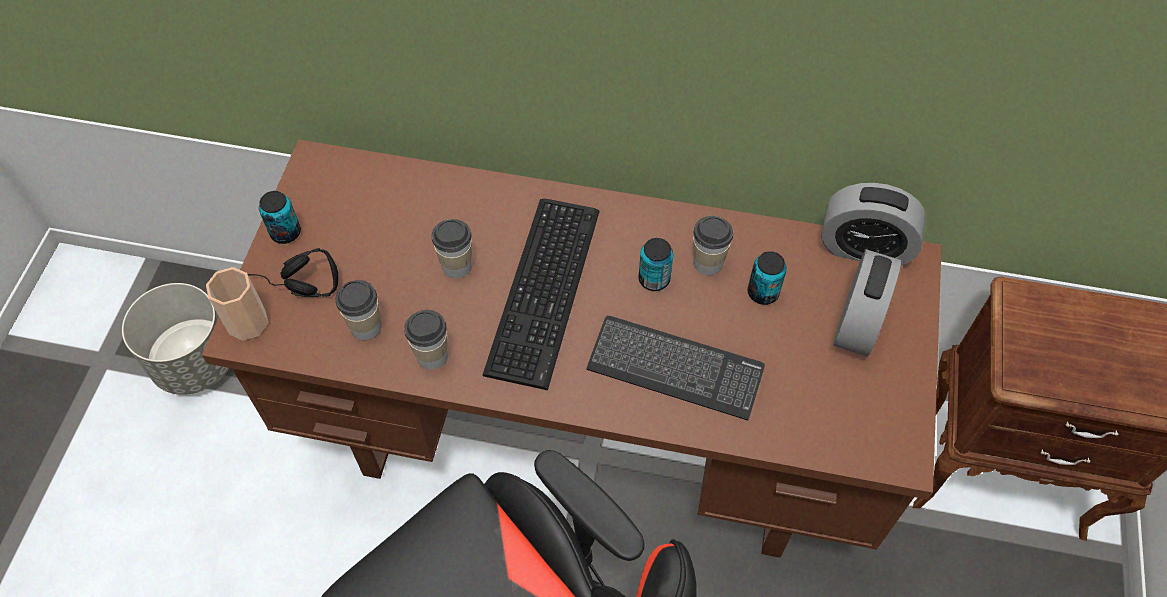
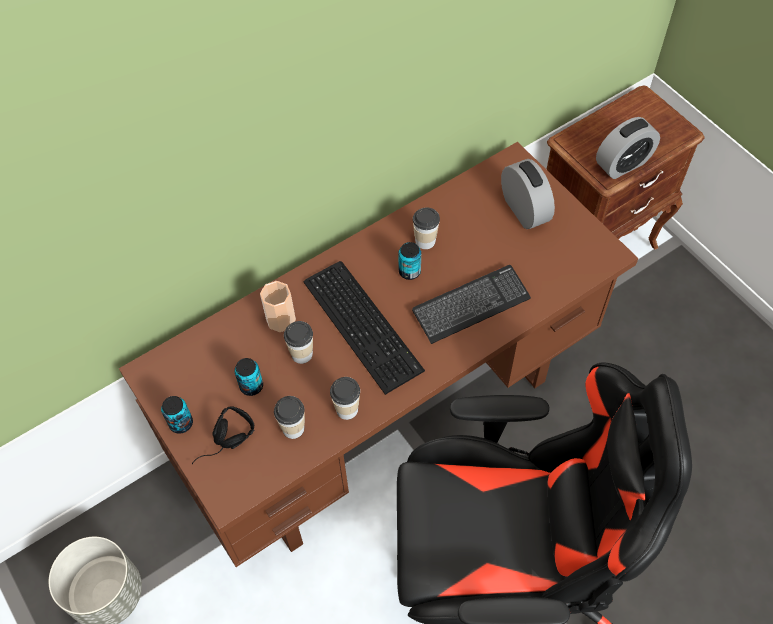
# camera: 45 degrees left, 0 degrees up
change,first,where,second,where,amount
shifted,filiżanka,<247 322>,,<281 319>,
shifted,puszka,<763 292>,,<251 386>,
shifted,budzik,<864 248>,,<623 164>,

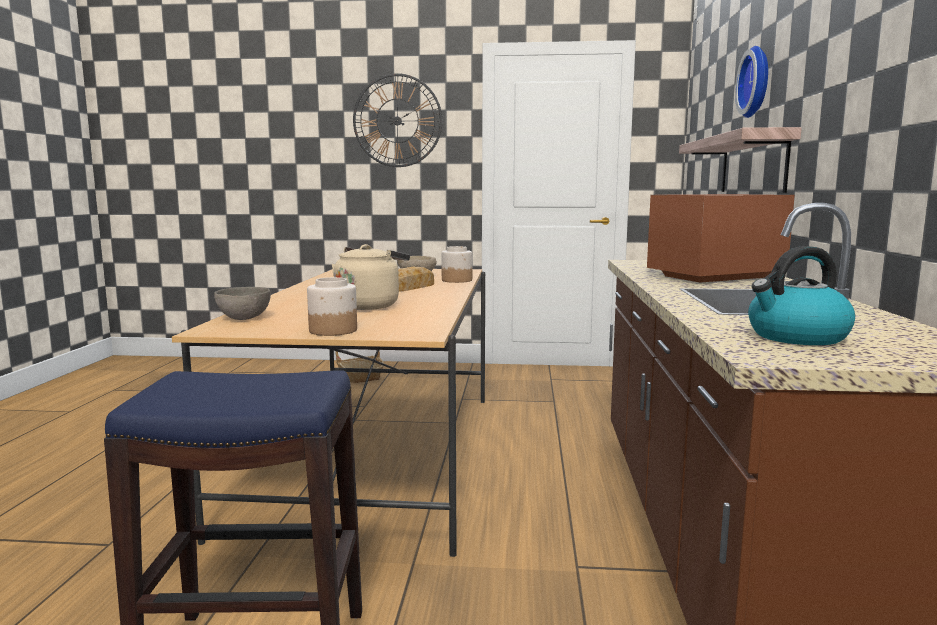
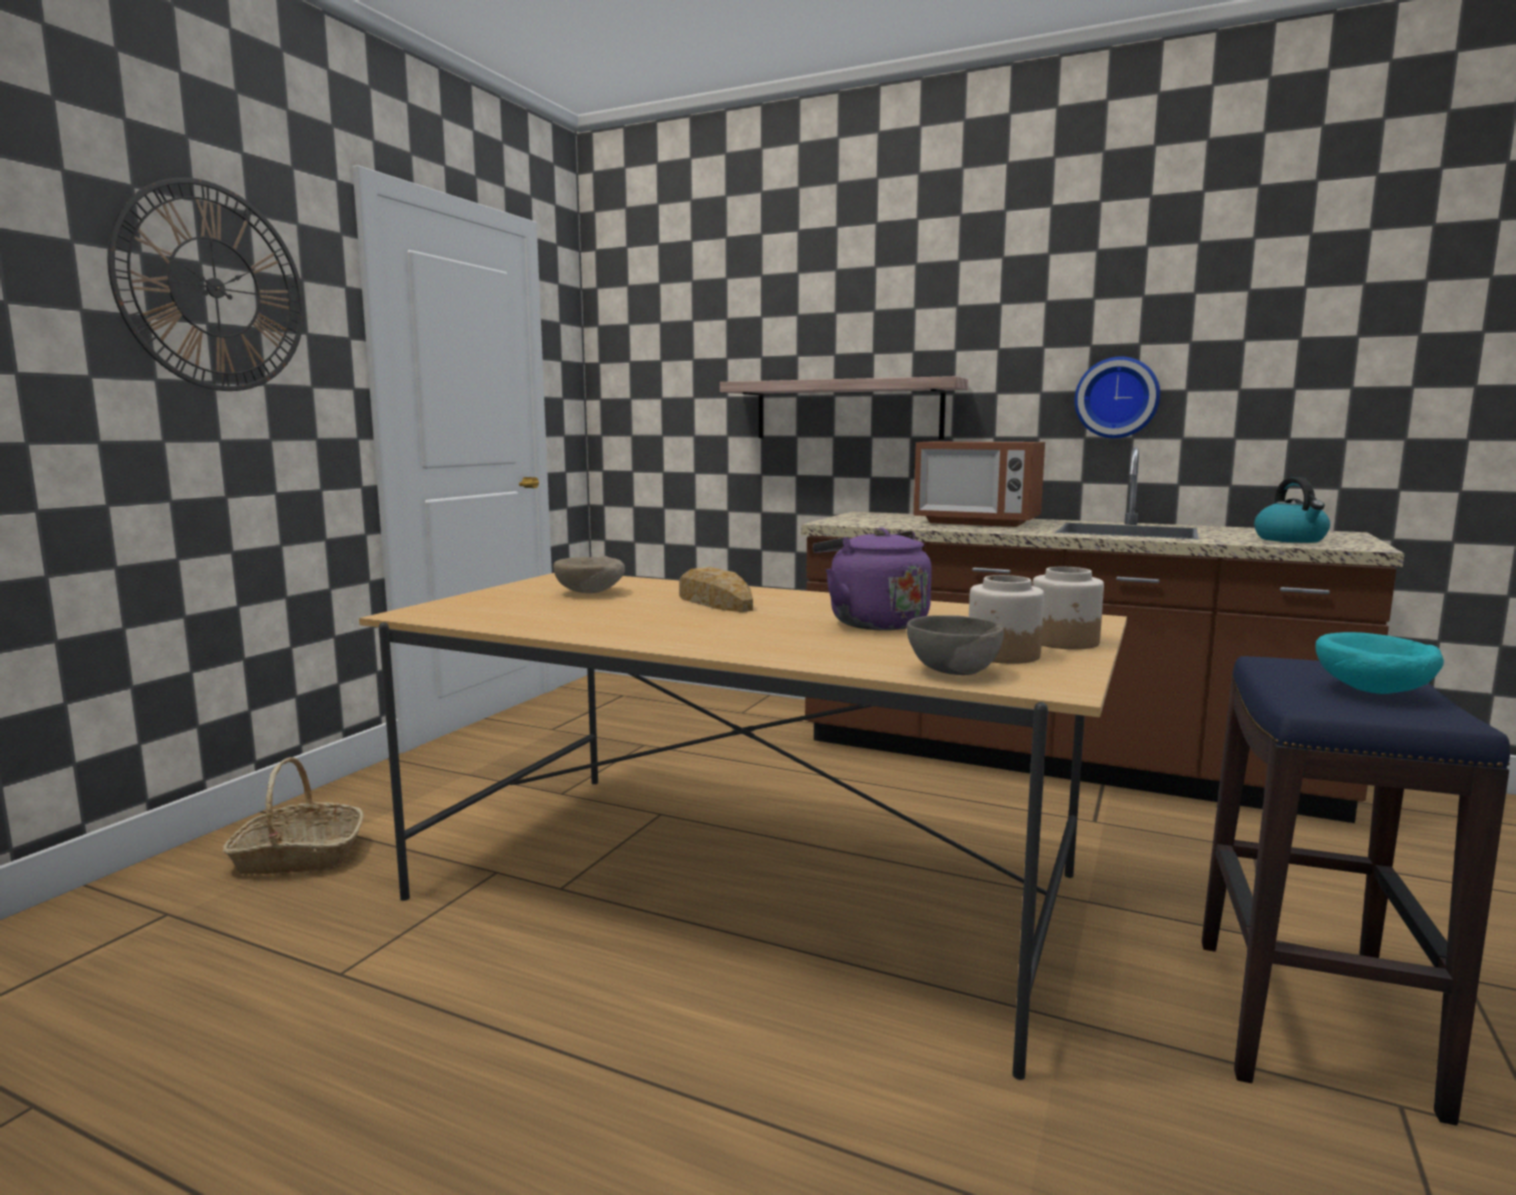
# camera: 70 degrees left, 0 degrees up
change,first,where,second,where,amount
new,,,miska [turkusowy],<1371 692>,
shifted,słoik,<457 280>,,<1002 655>,
shifted,zegar ścienny,<758 82>,,<1117 398>,
repainted,czajnik [beżowy],<369 305>,czajnik [fioletowy],<872 622>,
rotated,mikrofalówka,<715 276>,,<977 522>,60 degrees counterclockwise

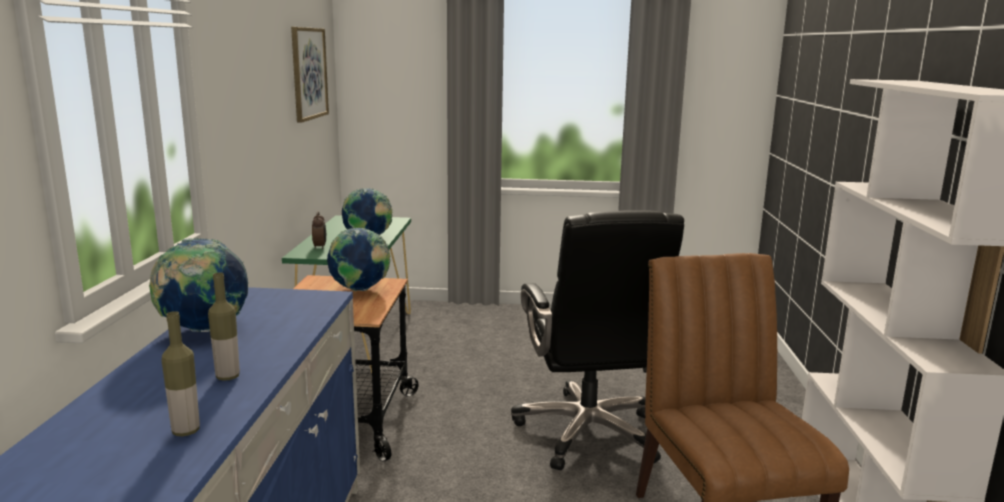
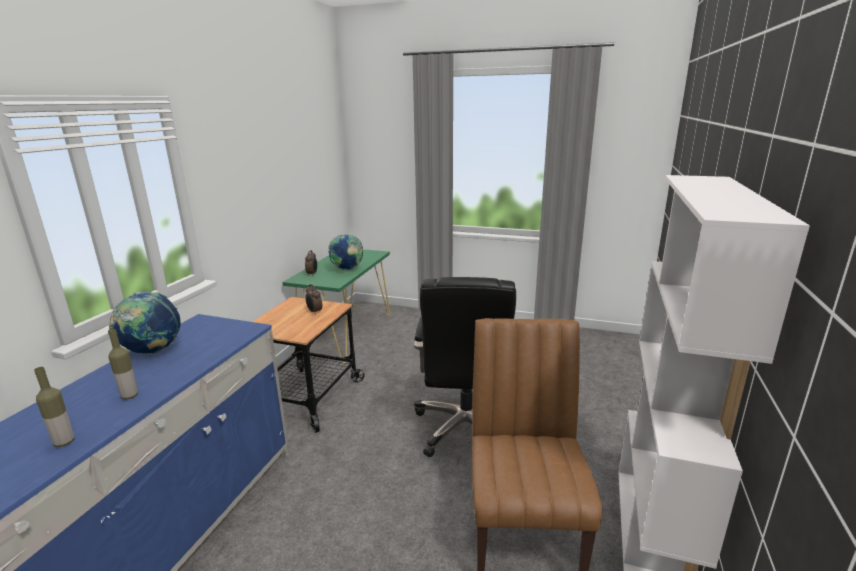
# camera: 15 degrees right, 5 degrees up
change,first,where,second,where,amount
gone,obraz,<308 73>,,,
swapped,globus,<360 290>,budzik,<314 312>,

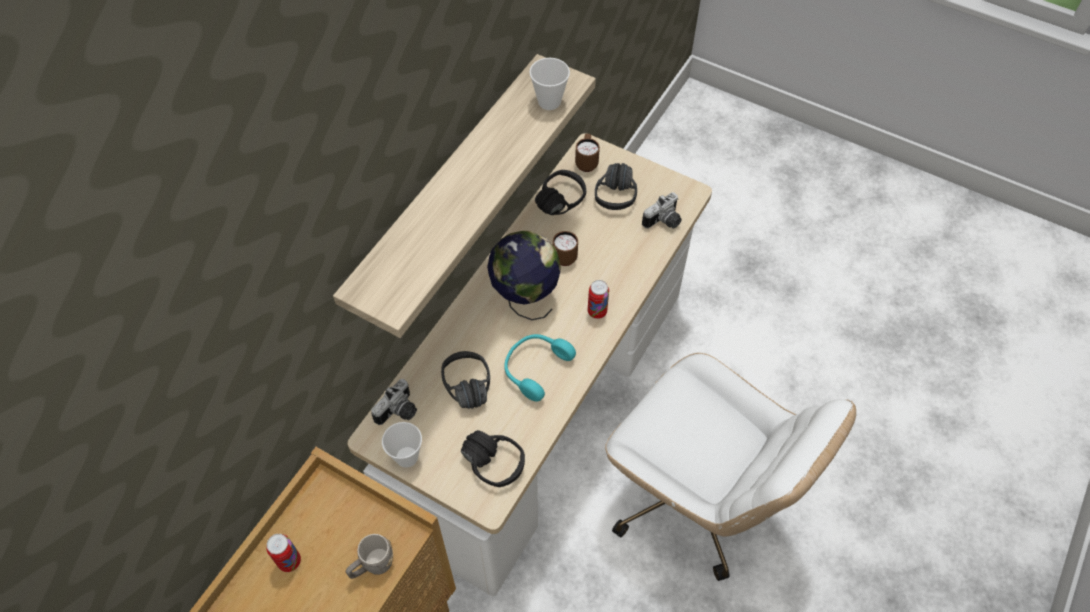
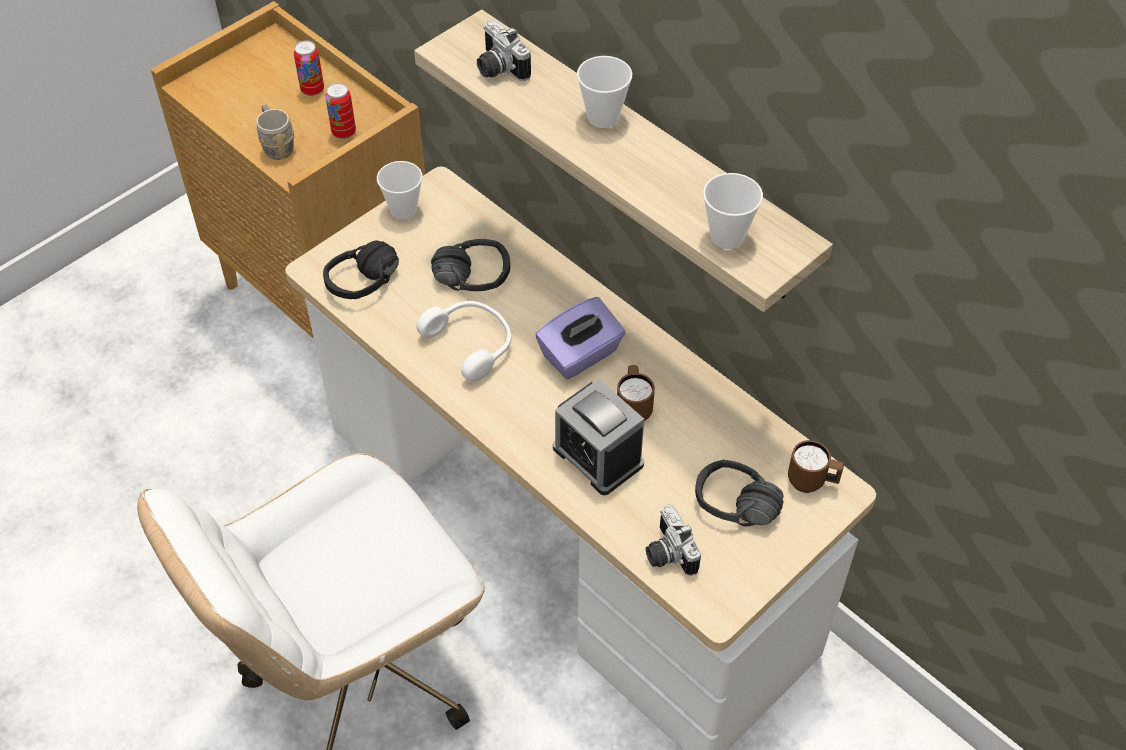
# camera: 105 degrees right, 5 degrees down
change,first,where,second,where,amount
gone,słuchawki [czarny],<553 195>,,,
new,,,budzik,<598 456>,
new,,,filiżanka,<603 117>,
shifted,aparat fotograficzny,<399 412>,,<497 68>,
shifted,puszka,<597 312>,,<344 132>,
swapped,globus,<525 298>,pudełko chusteczek [fioletowy],<580 355>,
repainted,słuchawki [turkusowy],<535 368>,słuchawki [biały],<471 344>,

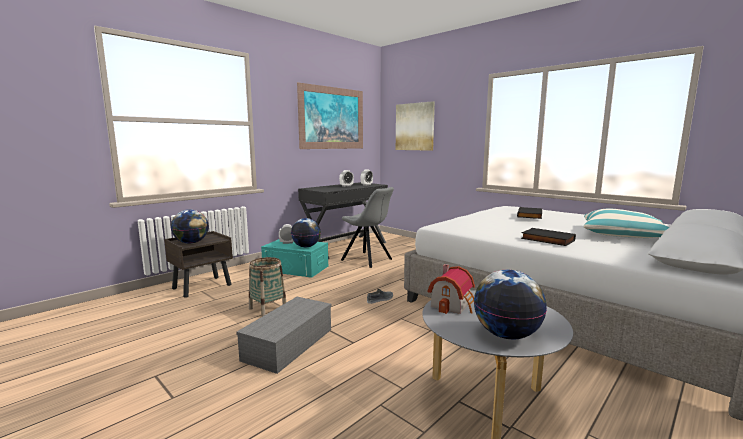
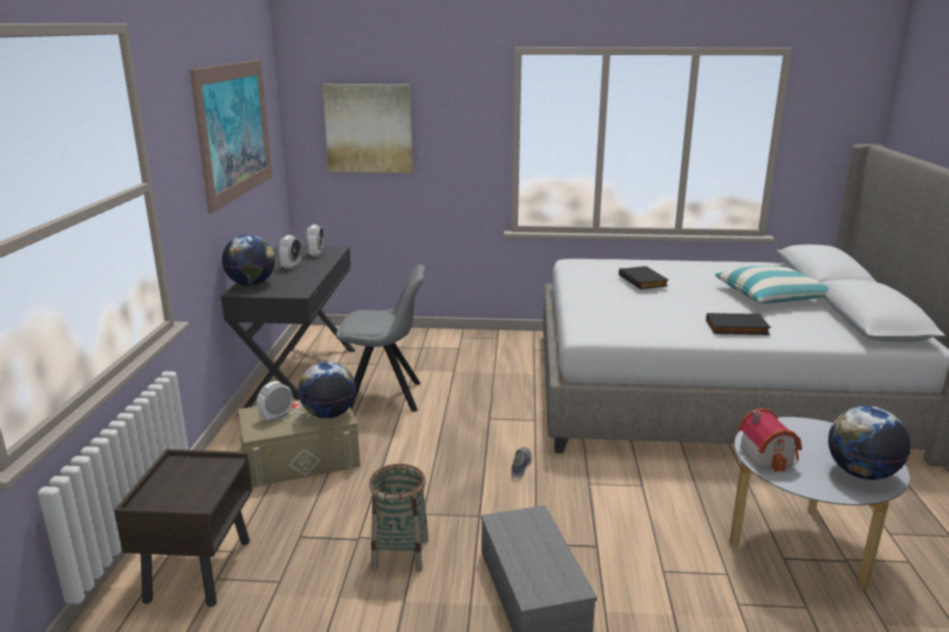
# camera: 40 degrees left, 10 degrees up
change,first,where,second,where,amount
shifted,globus,<191 243>,,<251 284>,
repainted,pojemnik do przechowywania [turkusowy],<296 268>,pojemnik do przechowywania [beżowy],<301 458>,

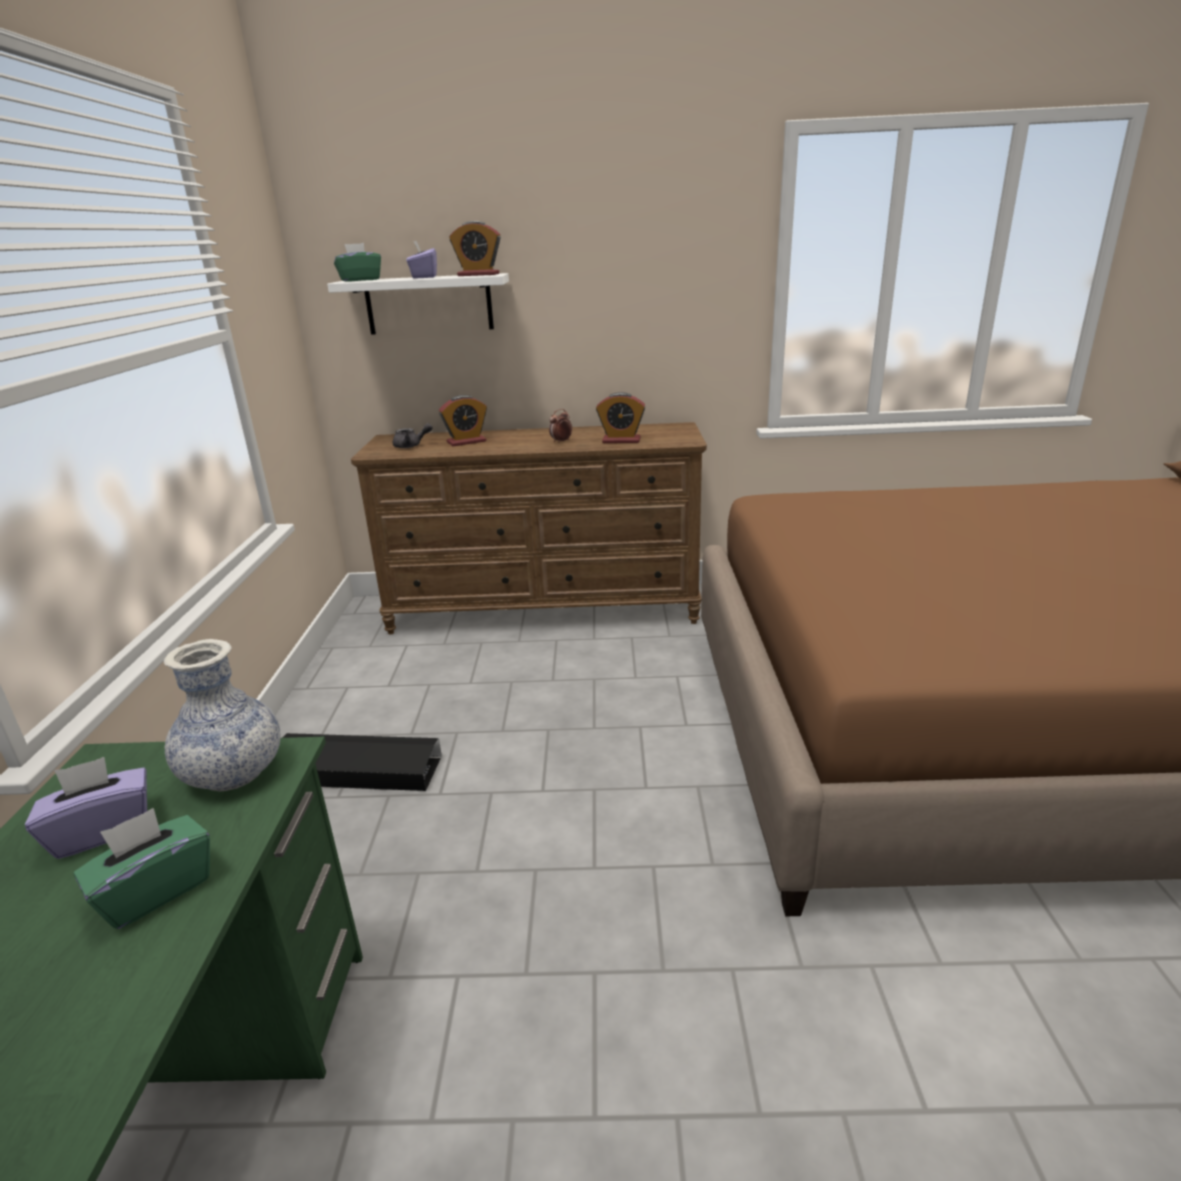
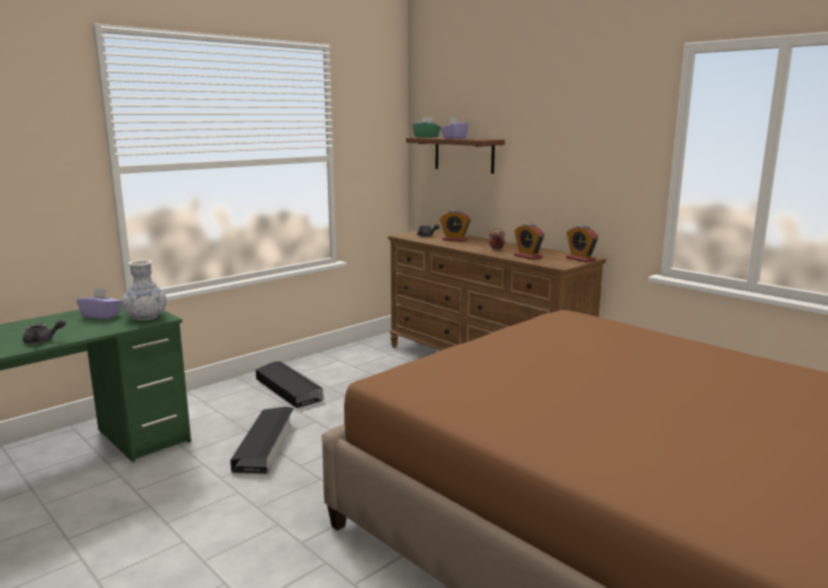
# camera: 45 degrees right, 10 degrees down
change,first,where,second,where,amount
gone,pudełko chusteczek [zielony],<155 890>,,,
new,,,imbryk [szary],<43 341>,
new,,,pojemnik do przechowywania [czarny],<265 445>,
shifted,budzik,<478 275>,,<580 259>,
repainted,półka [biały],<429 304>,półka [brązowy],<464 154>,

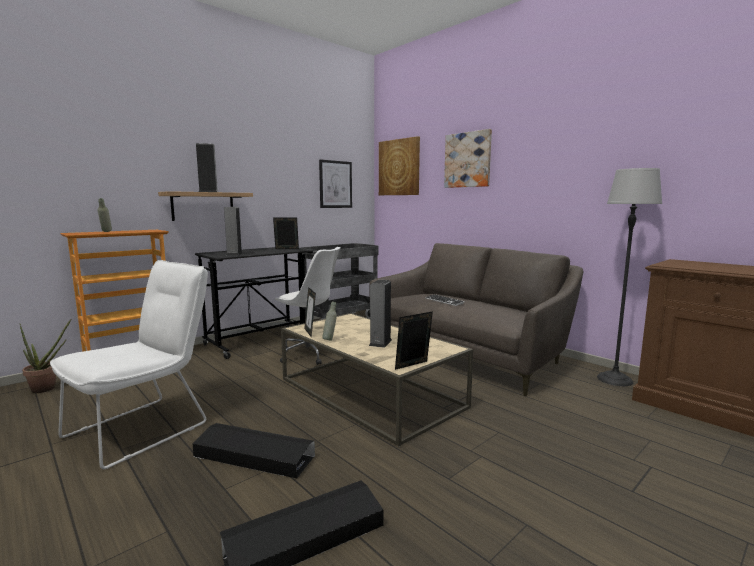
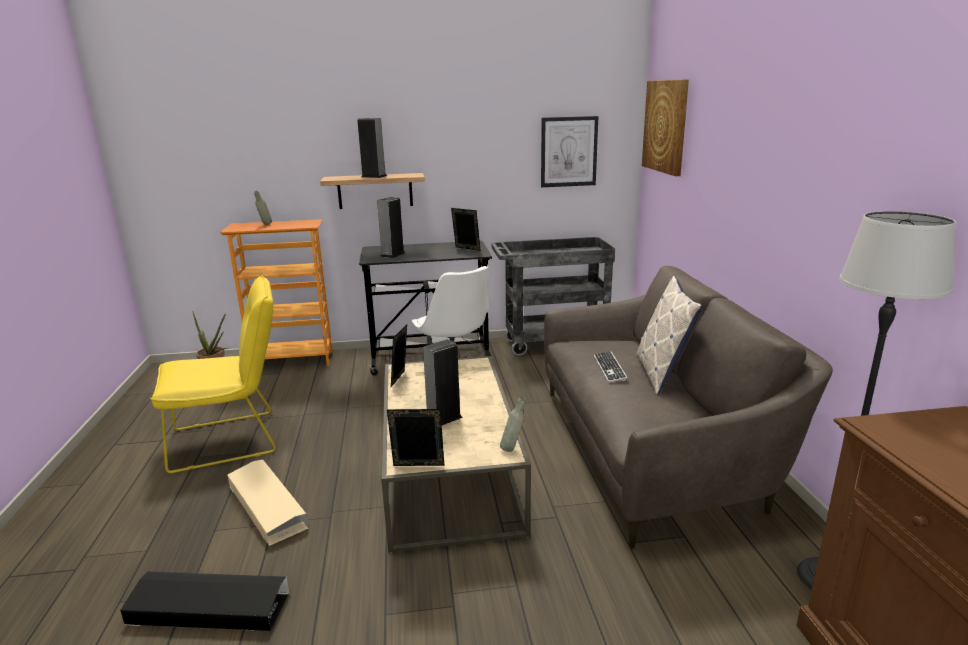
# camera: 35 degrees right, 10 degrees up
change,first,where,second,where,amount
gone,obraz,<468 160>,,,
new,,,poduszka,<661 373>,
shifted,butelka [szary],<330 339>,,<513 448>,
repainted,krzesło [biały],<145 426>,krzesło [żółty],<233 439>,
repainted,pojemnik do przechowywania [czarny],<254 456>,pojemnik do przechowywania [beżowy],<267 506>,

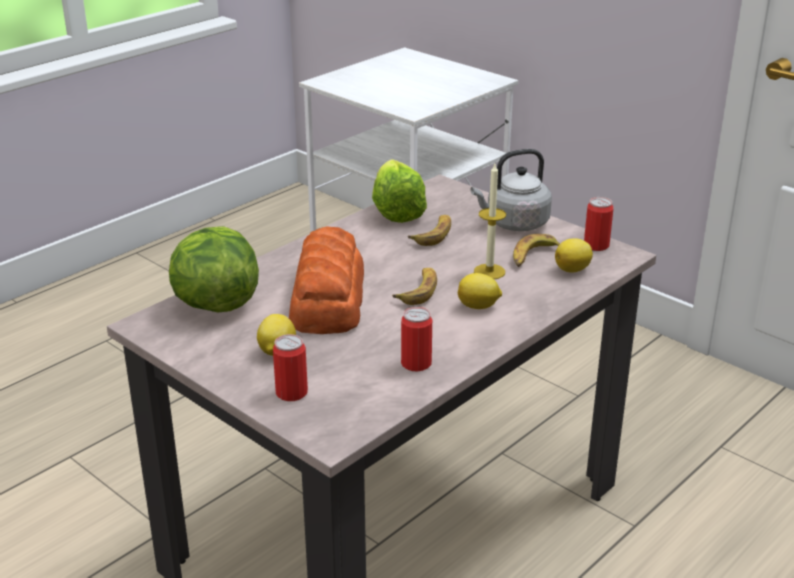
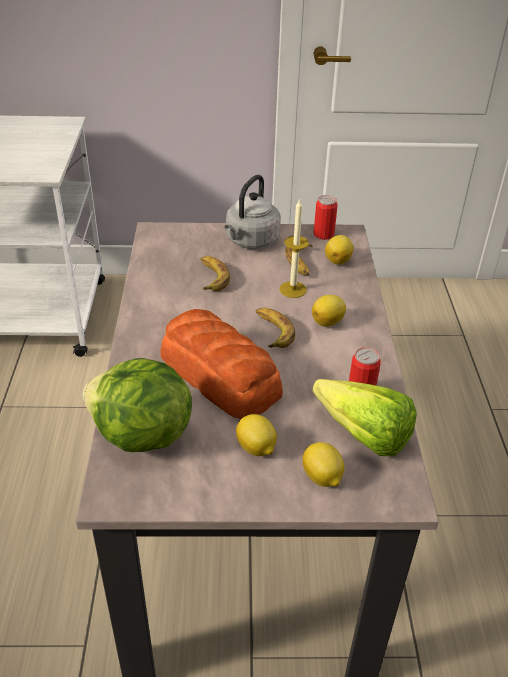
# camera: 45 degrees left, 10 degrees up
change,first,where,second,where,amount
shifted,sałata,<397 208>,,<357 430>,
swapped,puszka,<291 393>,cytryna,<322 478>,

